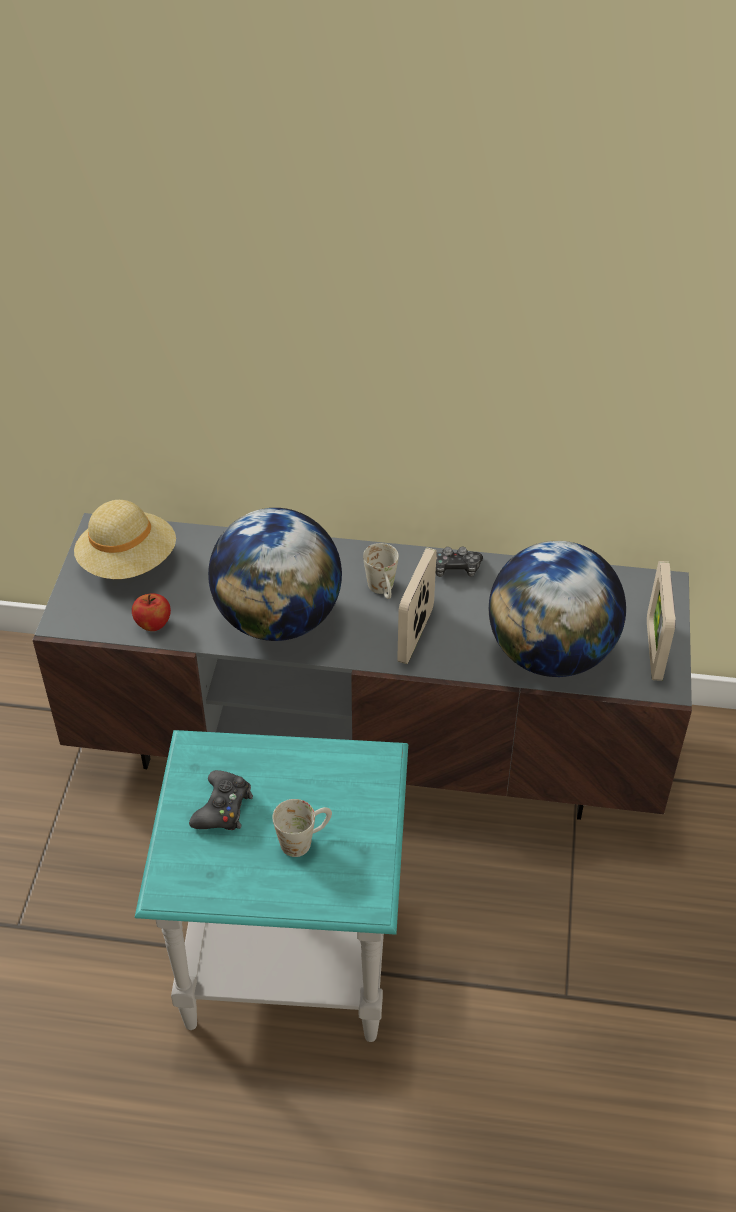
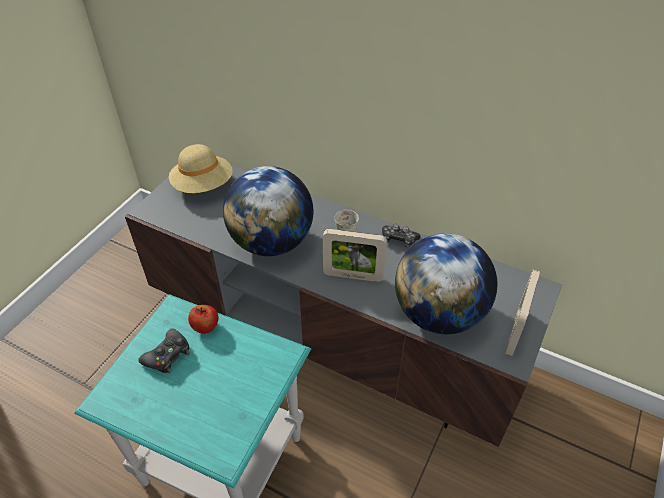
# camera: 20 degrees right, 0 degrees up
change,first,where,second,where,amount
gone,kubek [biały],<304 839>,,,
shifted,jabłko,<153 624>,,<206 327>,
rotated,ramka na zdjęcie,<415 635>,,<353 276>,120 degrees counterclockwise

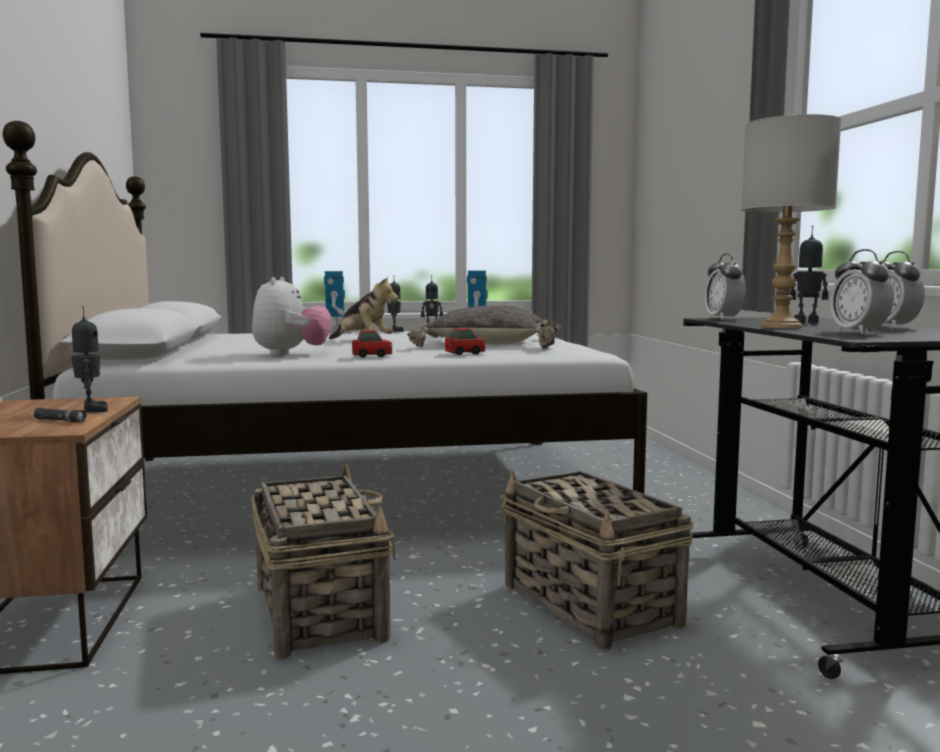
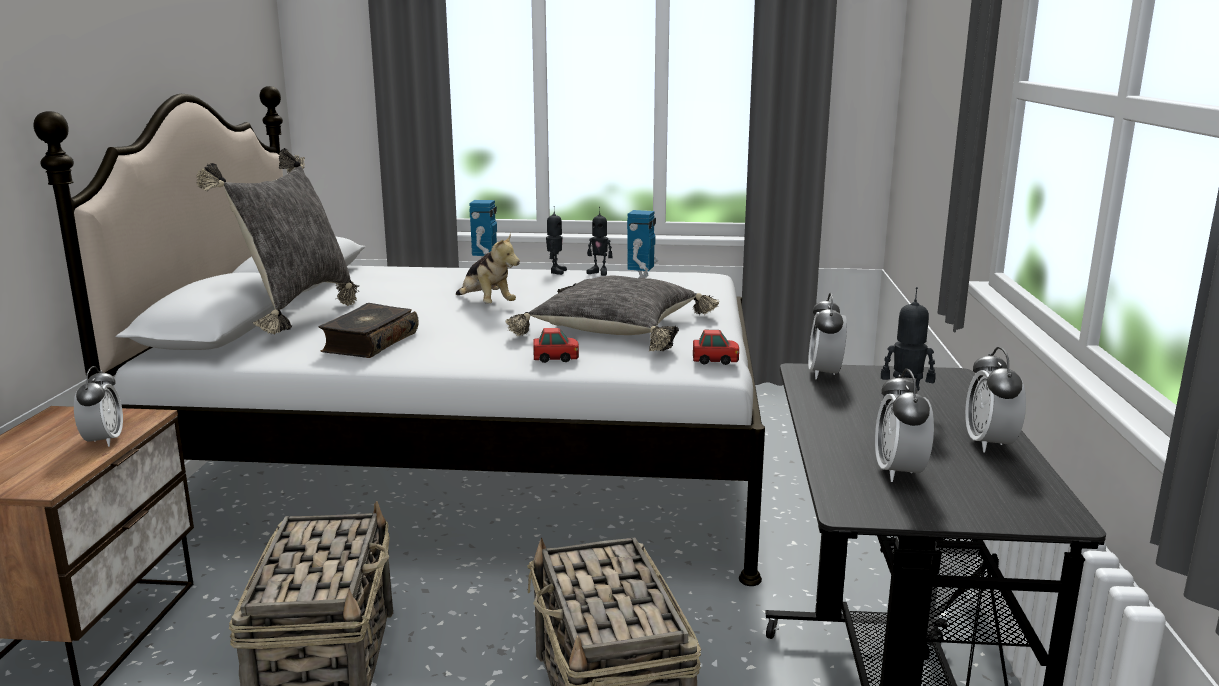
# camera: 15 degrees right, 10 degrees up
change,first,where,second,where,amount
gone,latarka [czarny],<60 420>,,,
gone,lampa stołowa [szary],<782 327>,,,
new,,,poduszka,<292 319>,
shifted,samochodzik,<372 356>,,<715 361>,
swapped,robot zabawkowy,<91 410>,budzik,<104 441>,
swapped,pluszak,<291 354>,książka,<369 343>,

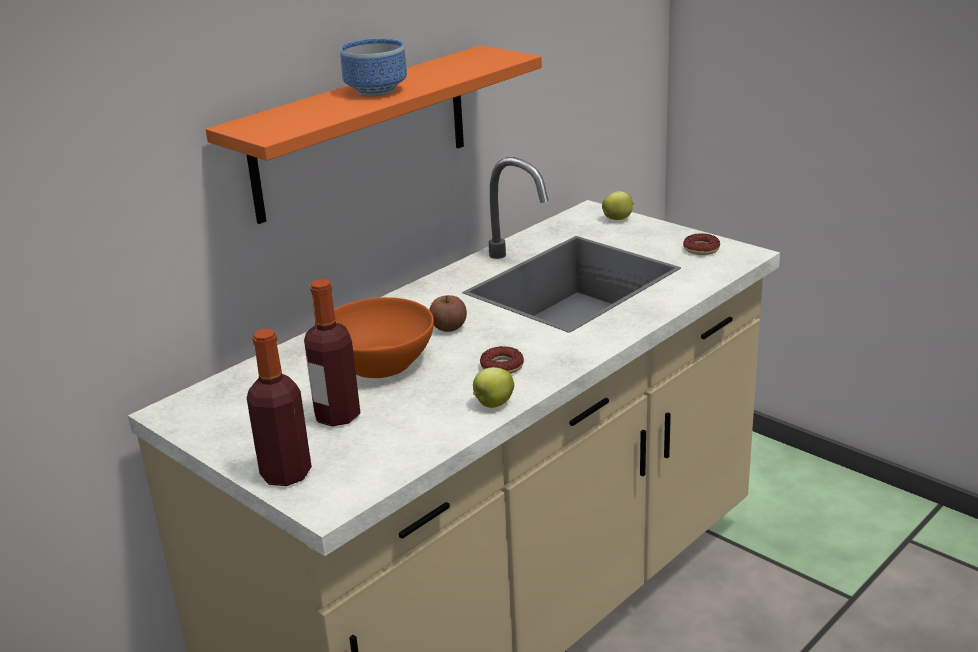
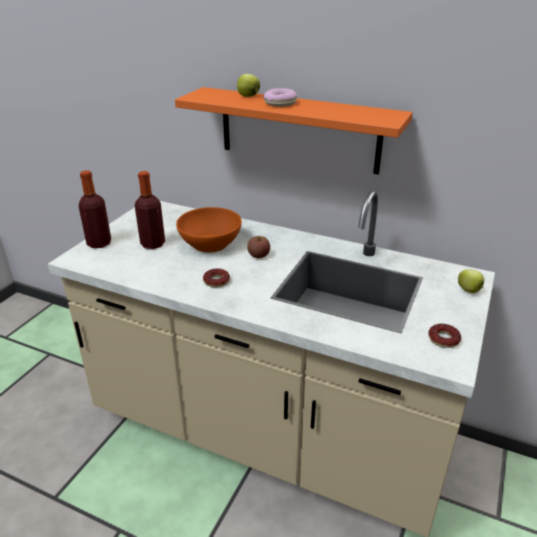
# camera: 70 degrees right, 5 degrees up
change,first,where,second,where,amount
shifted,jabłko,<493 404>,,<247 96>,
swapped,miska,<374 92>,donut,<280 103>,

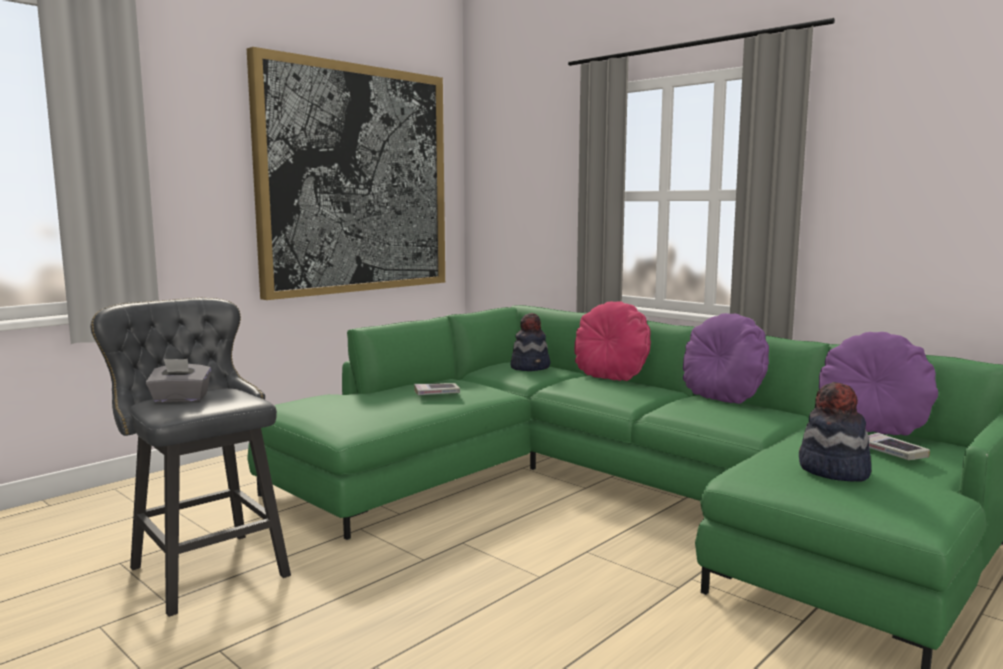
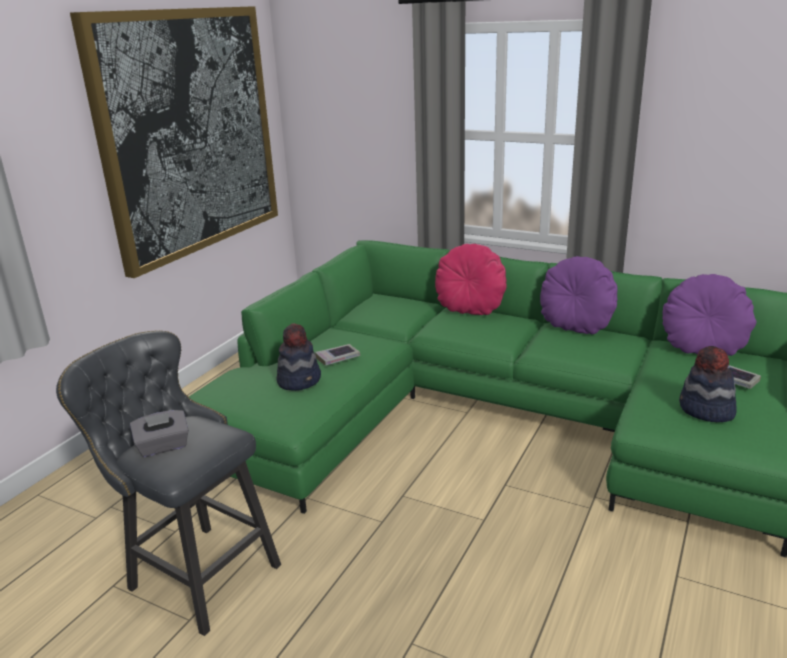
# camera: 15 degrees left, 15 degrees up
change,first,where,second,where,amount
shifted,kapelusz,<530 367>,,<299 380>,

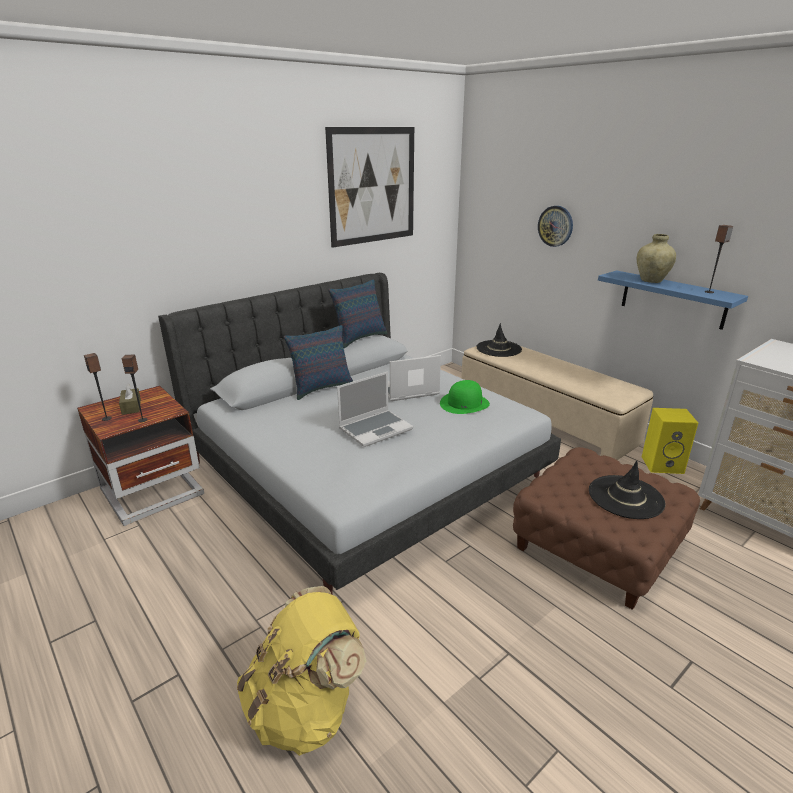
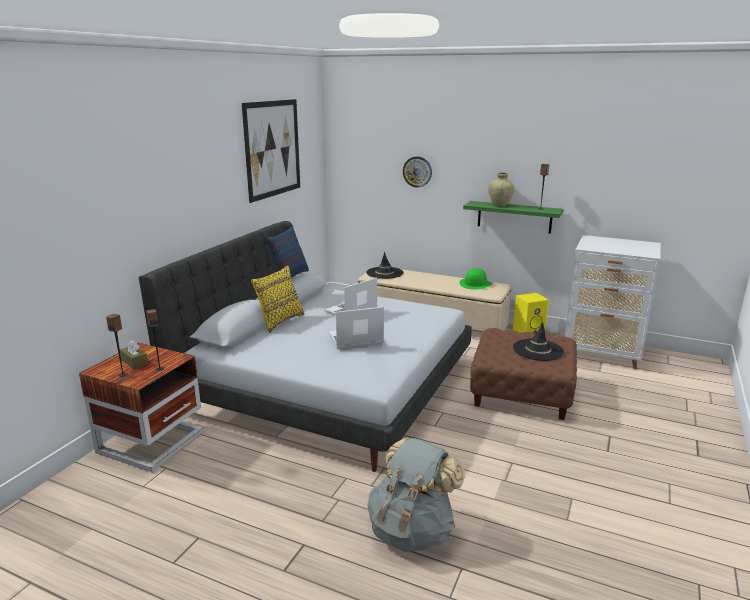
# camera: 25 degrees left, 5 degrees down
change,first,where,second,where,amount
shifted,kapelusz [zielony],<464 403>,,<475 284>,
repainted,plecak [żółty],<305 708>,plecak [szary],<412 531>,
repainted,poduszka [niebieski],<322 389>,poduszka [żółty],<280 322>,
repainted,półka [niebieski],<673 299>,półka [zielony],<514 217>,
rotated,laptop,<376 429>,,<355 339>,135 degrees counterclockwise

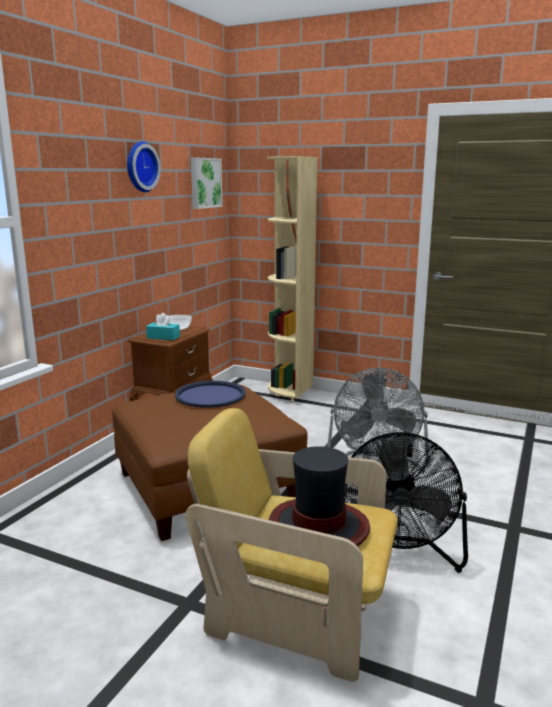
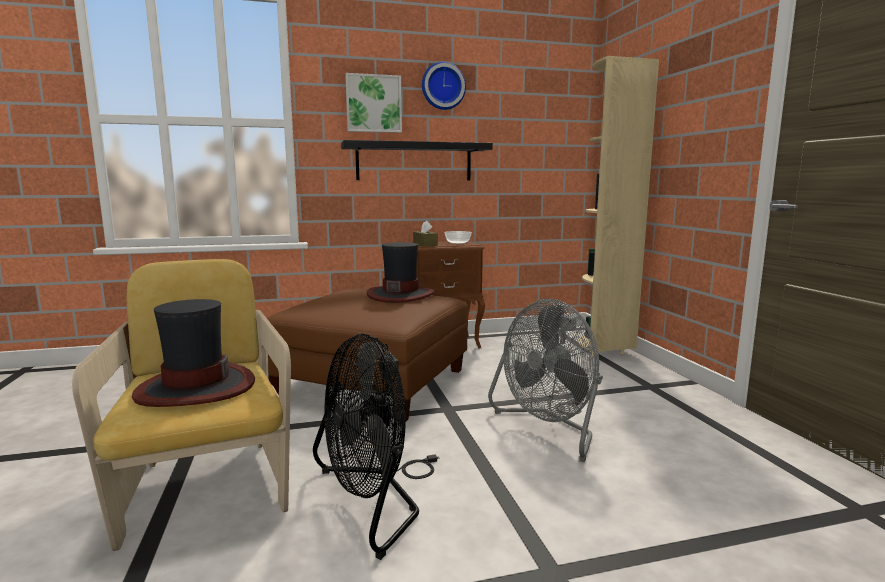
# camera: 50 degrees right, 5 degrees down
change,first,where,second,where,amount
new,,,półka [czarny],<414 162>,
shifted,obraz,<204 183>,,<373 104>,
swapped,taca [niebieski],<210 395>,kapelusz,<400 295>,
repainted,pudełko chusteczek [turkusowy],<163 337>,pudełko chusteczek [brązowy],<425 244>,

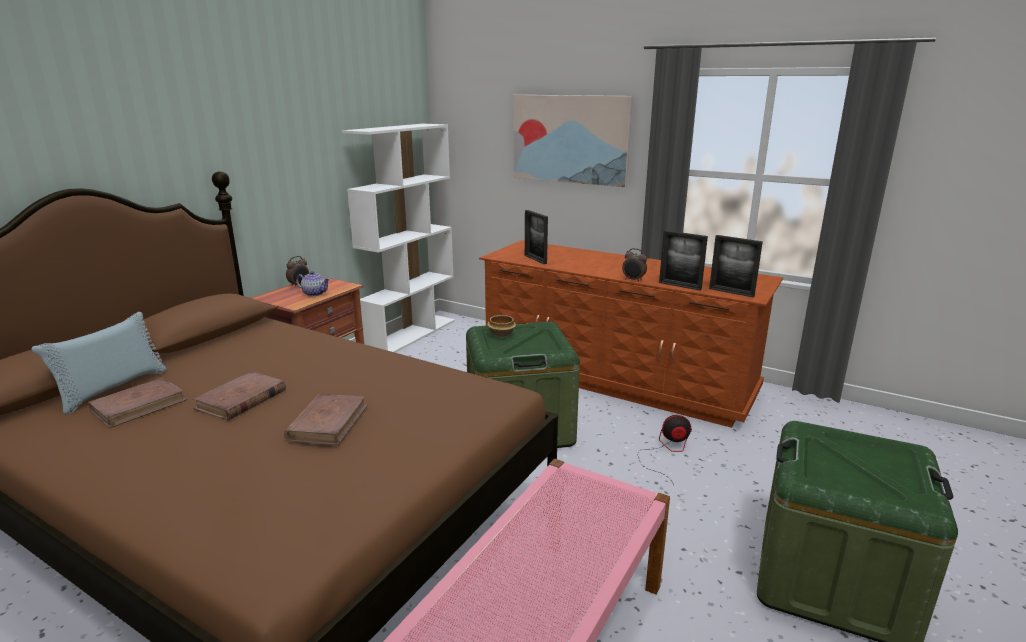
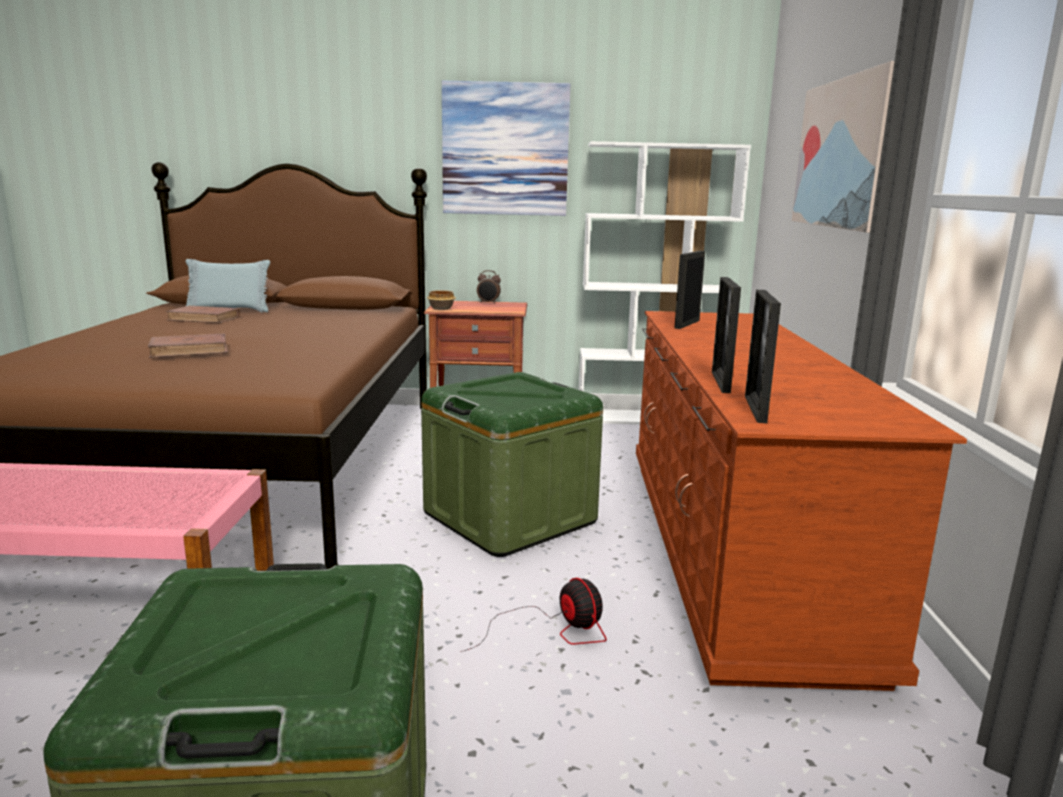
# camera: 60 degrees right, 5 degrees down
change,first,where,second,where,amount
gone,książka [brązowy],<241 399>,,,
gone,imbryk,<314 293>,,,
gone,budzik,<633 280>,,,
new,,,obraz,<505 149>,
shifted,miska,<501 334>,,<442 308>,

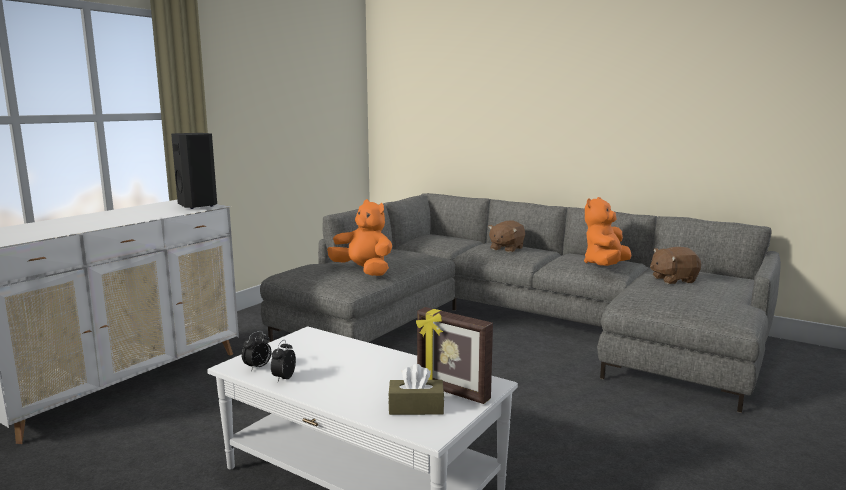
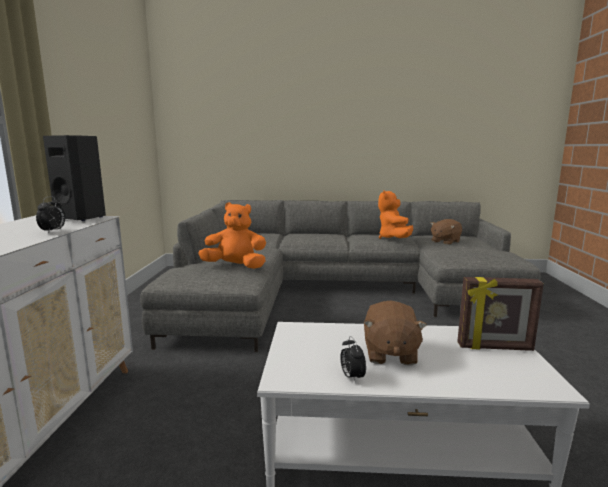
# camera: 30 degrees left, 0 degrees up
change,first,where,second,where,amount
gone,pudełko chusteczek [brązowy],<416 407>,,,
shifted,budzik,<258 367>,,<53 231>,
shifted,pluszak [brązowy],<506 248>,,<389 354>,

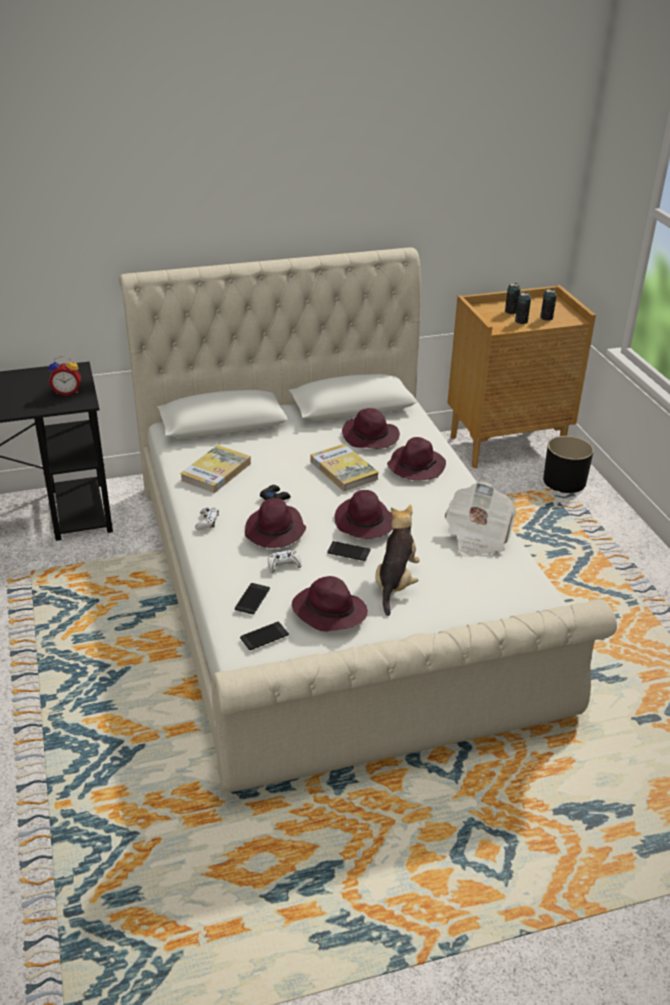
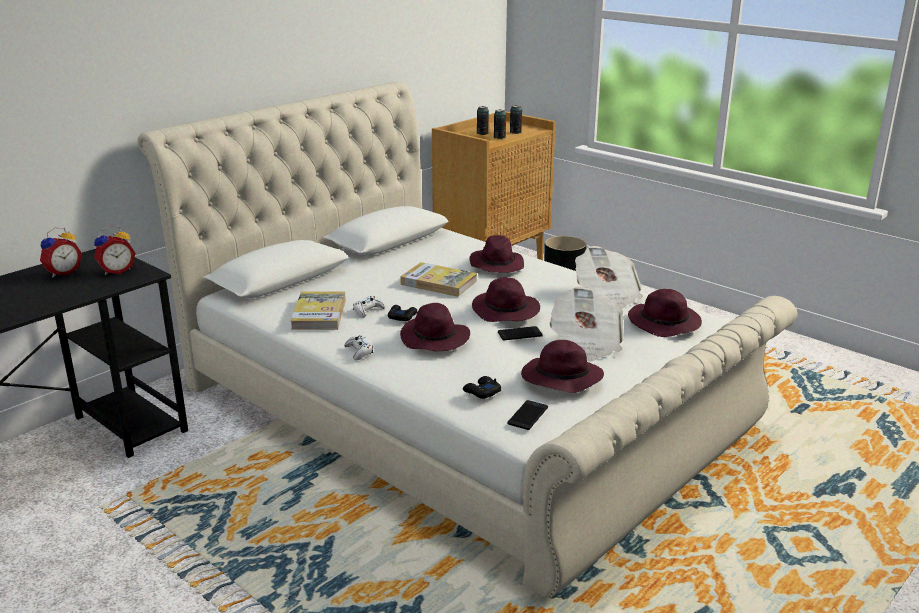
# camera: 30 degrees left, 10 degrees down
change,first,where,second,where,amount
new,,,budzik,<62 273>,
shifted,pad do gier [biały],<283 565>,,<368 310>,
shifted,kapelusz [fioletowy],<371 437>,,<665 323>,
swapped,telefon,<252 599>,pad do gier [czarny],<481 392>,
swapped,pluszak,<395 583>,gazeta,<586 344>,

